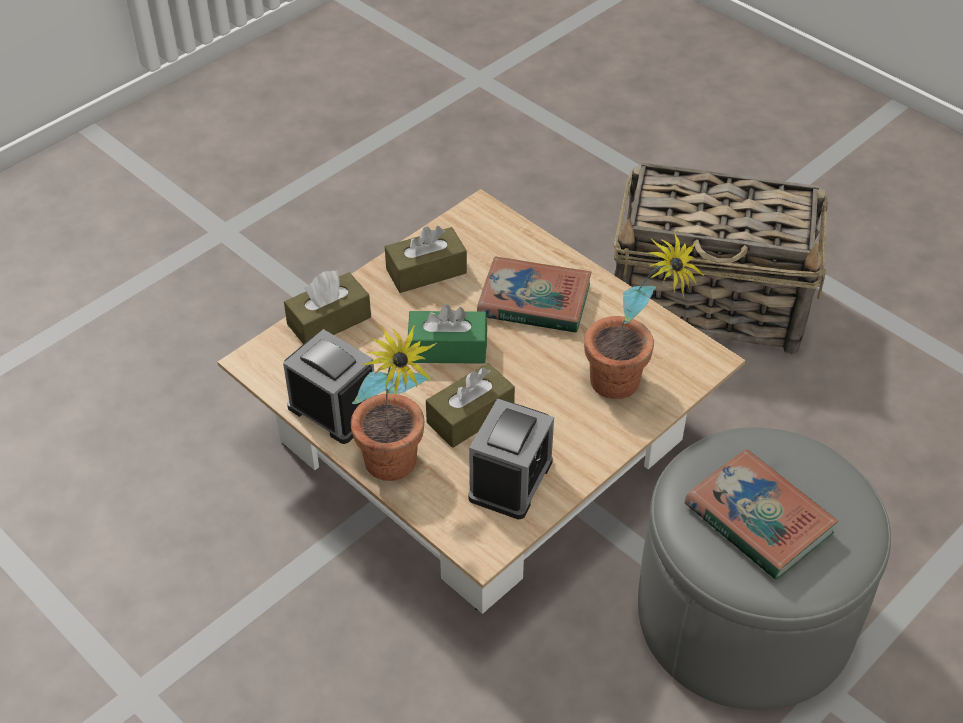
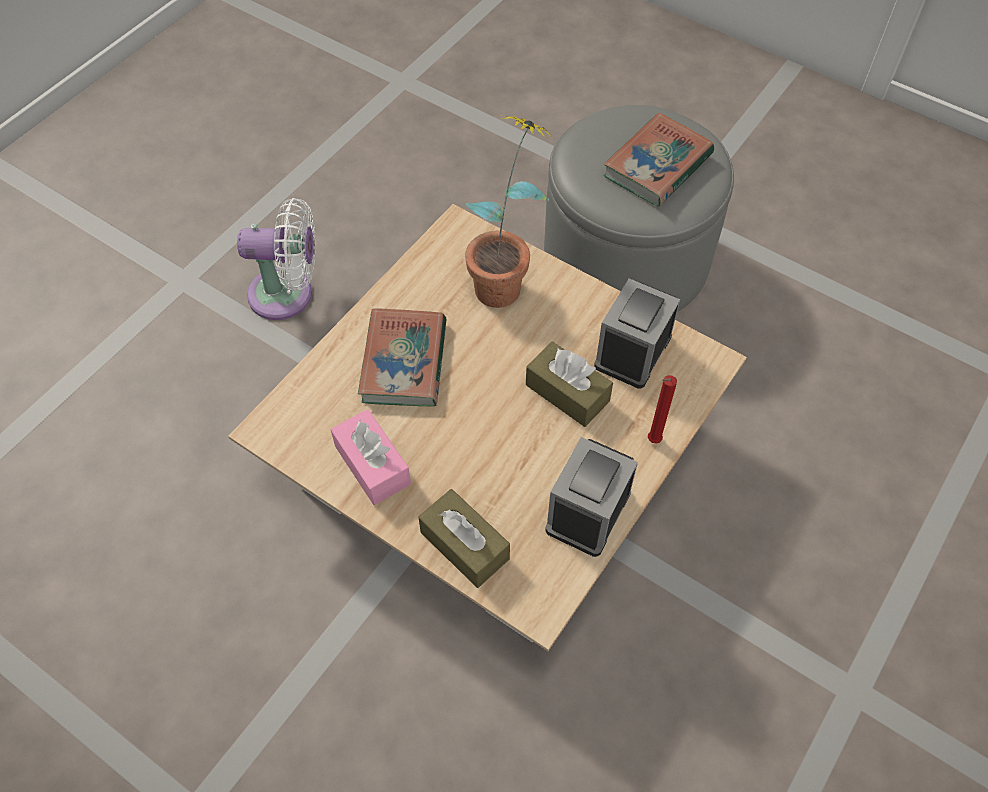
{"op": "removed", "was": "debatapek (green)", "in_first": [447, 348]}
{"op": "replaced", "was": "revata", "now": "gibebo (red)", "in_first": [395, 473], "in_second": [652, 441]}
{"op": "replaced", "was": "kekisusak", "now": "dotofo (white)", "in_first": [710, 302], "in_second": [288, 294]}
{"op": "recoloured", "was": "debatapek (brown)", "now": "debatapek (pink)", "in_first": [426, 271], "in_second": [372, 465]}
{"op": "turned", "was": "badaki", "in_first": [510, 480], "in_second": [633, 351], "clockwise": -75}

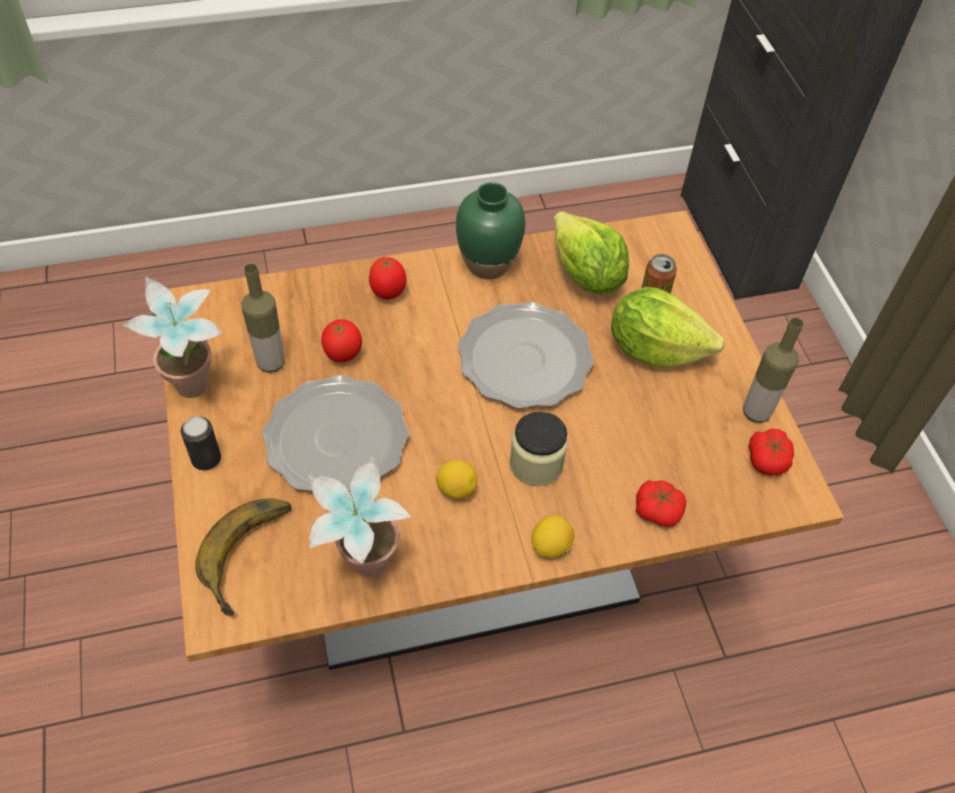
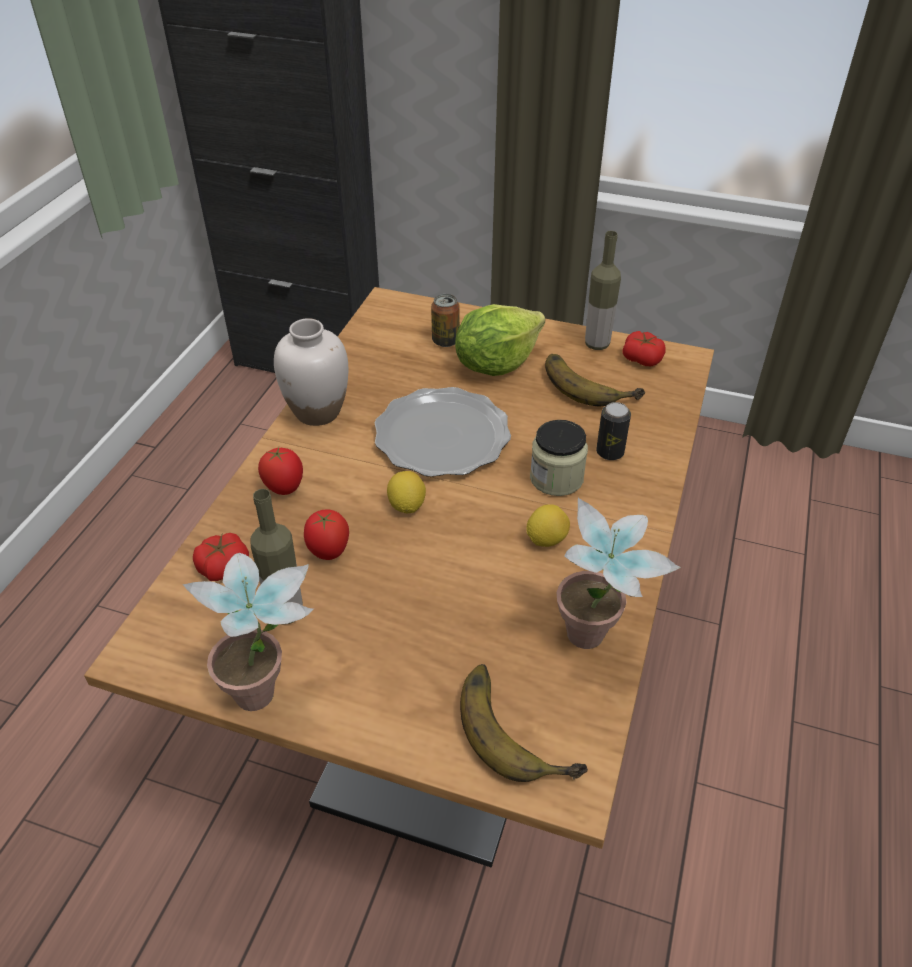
{"op": "removed", "was": "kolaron", "in_first": [337, 439]}
{"op": "removed", "was": "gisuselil", "in_first": [585, 276]}
{"op": "added", "now": "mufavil", "in_second": [589, 383]}
{"op": "moved", "was": "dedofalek", "in_first": [206, 459], "in_second": [610, 452]}
{"op": "moved", "was": "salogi", "in_first": [550, 546], "in_second": [407, 506]}
{"op": "moved", "was": "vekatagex", "in_first": [657, 510], "in_second": [223, 566]}
{"op": "recoloured", "was": "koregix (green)", "now": "koregix (white)", "in_first": [487, 264], "in_second": [317, 412]}

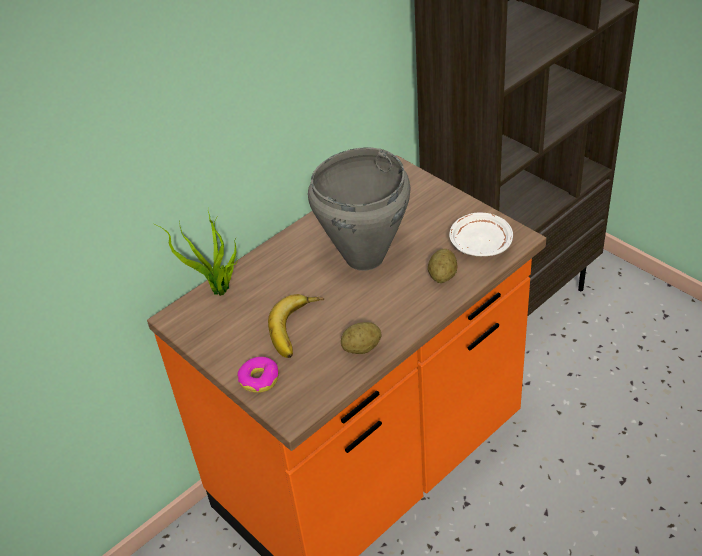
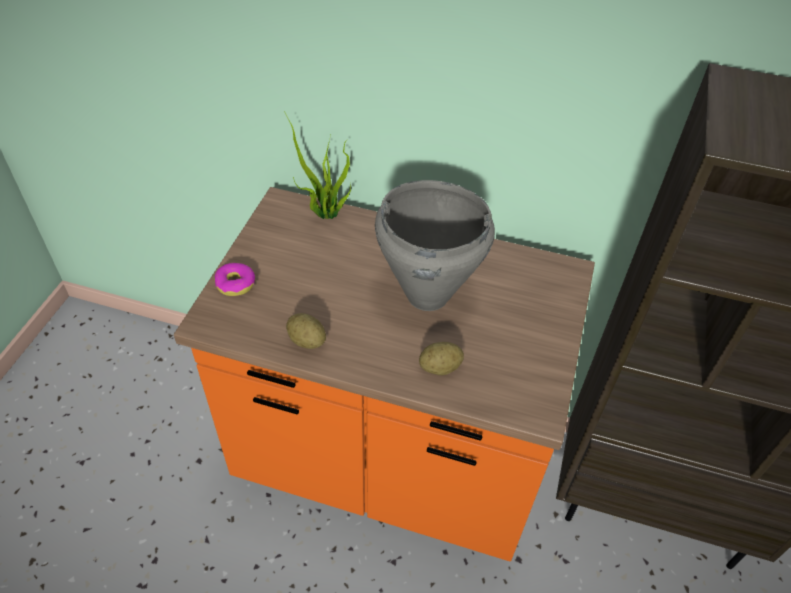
{"op": "removed", "was": "mufavil", "in_first": [298, 329]}
{"op": "removed", "was": "kolaron (white)", "in_first": [480, 243]}

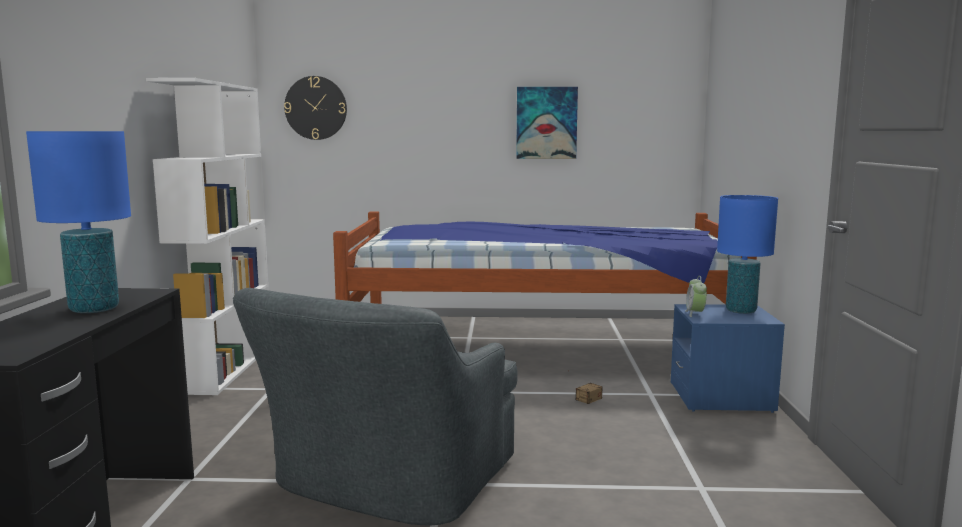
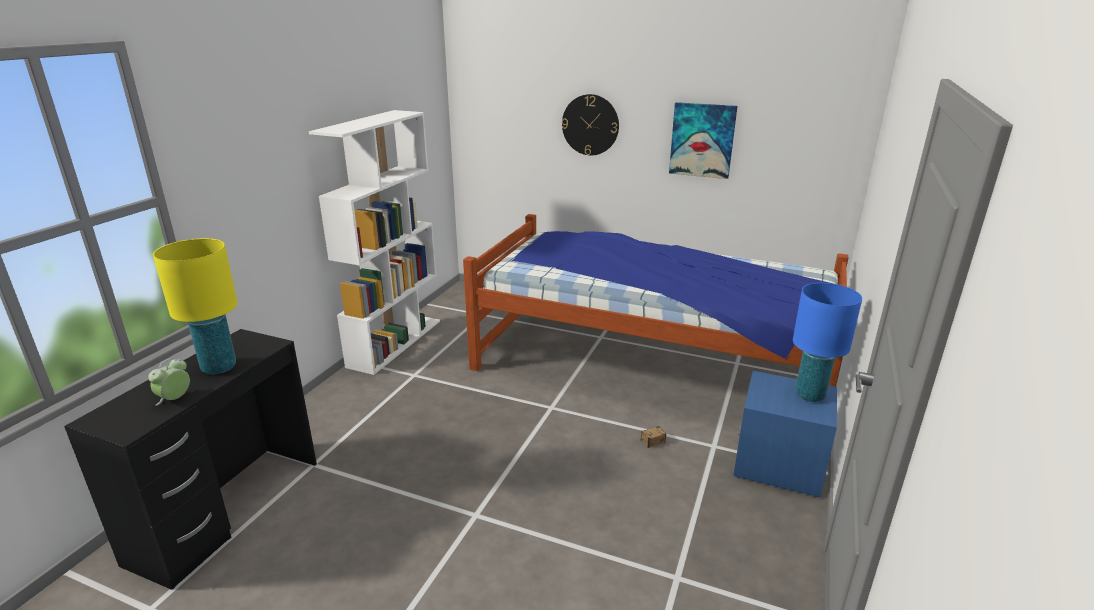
{"op": "removed", "was": "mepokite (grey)", "in_first": [386, 484]}
{"op": "moved", "was": "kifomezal", "in_first": [316, 108], "in_second": [590, 125]}
{"op": "moved", "was": "badaki", "in_first": [695, 314], "in_second": [175, 399]}
{"op": "recoloured", "was": "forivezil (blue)", "now": "forivezil (yellow)", "in_first": [94, 309], "in_second": [219, 367]}

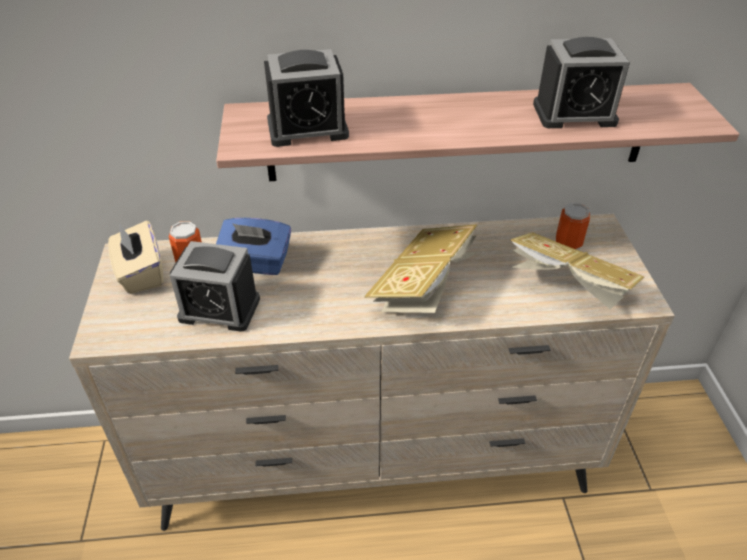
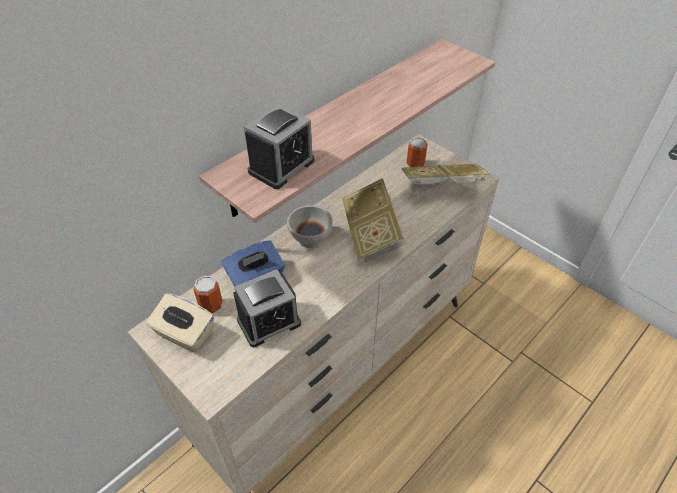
{"op": "removed", "was": "badaki", "in_first": [574, 114]}
{"op": "added", "now": "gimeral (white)", "in_second": [310, 239]}

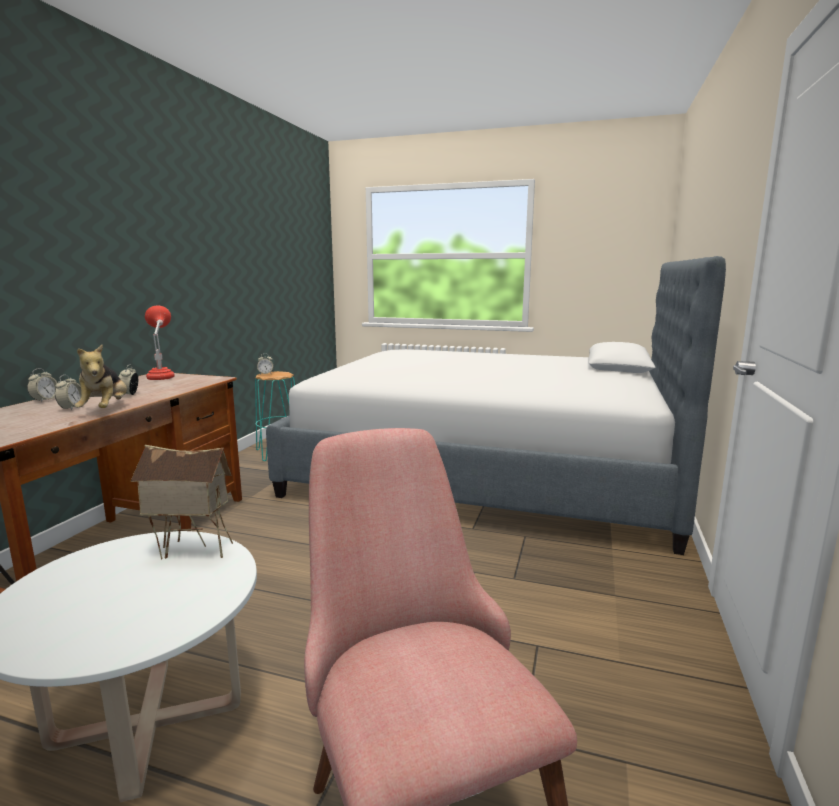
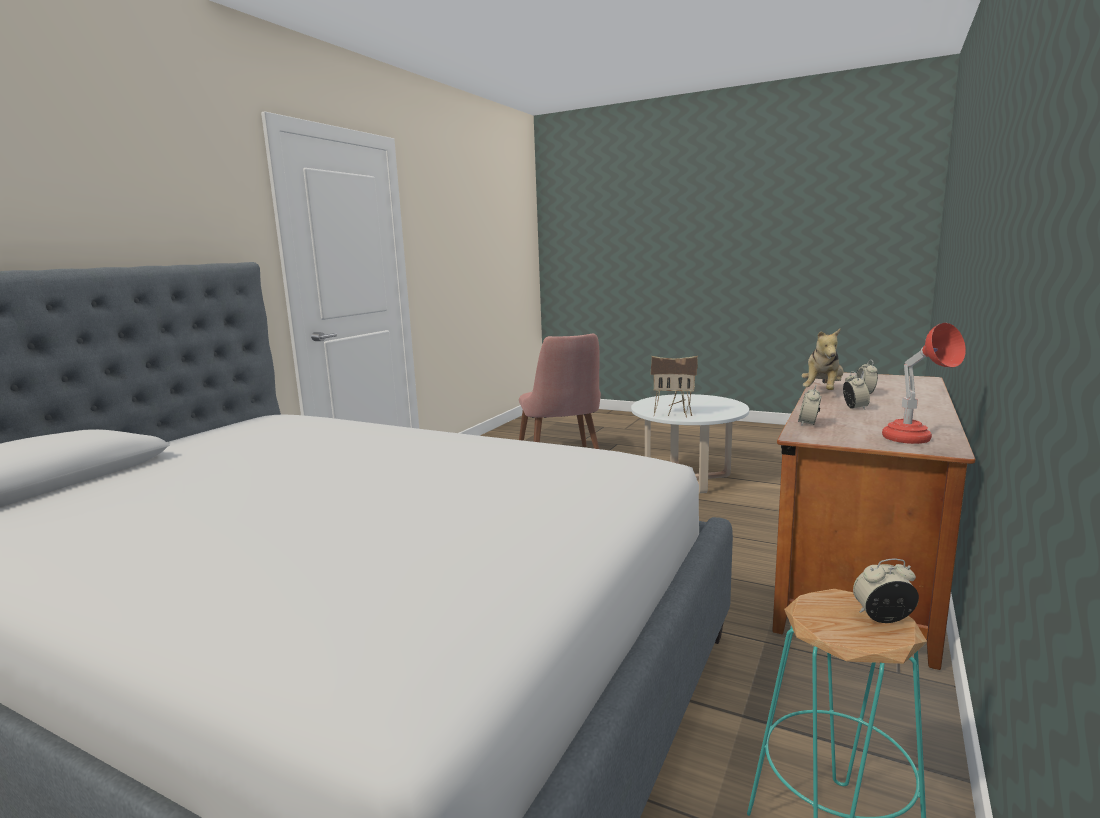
{"op": "moved", "was": "badaki", "in_first": [45, 400], "in_second": [808, 424]}
{"op": "turned", "was": "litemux", "in_first": [105, 409], "in_second": [822, 392], "clockwise": -150}

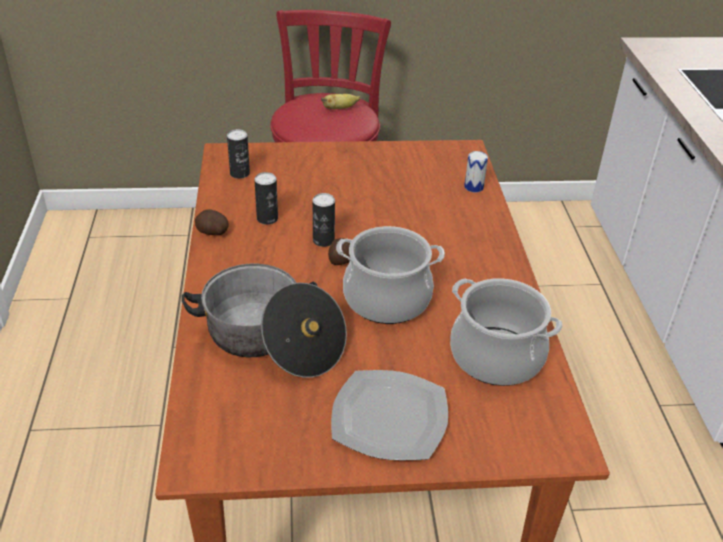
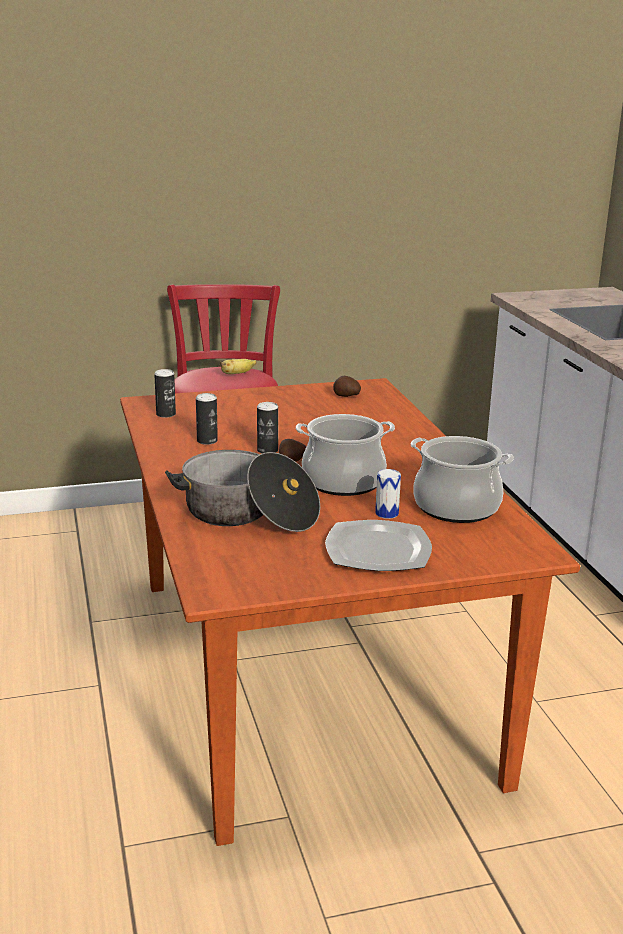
{"op": "moved", "was": "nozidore", "in_first": [212, 233], "in_second": [346, 396]}
{"op": "moved", "was": "dedofalek", "in_first": [473, 187], "in_second": [386, 513]}

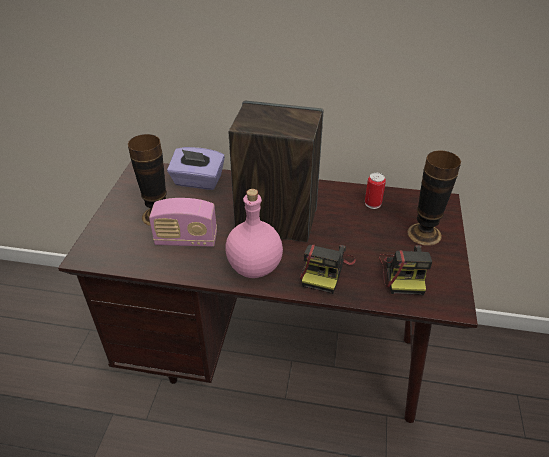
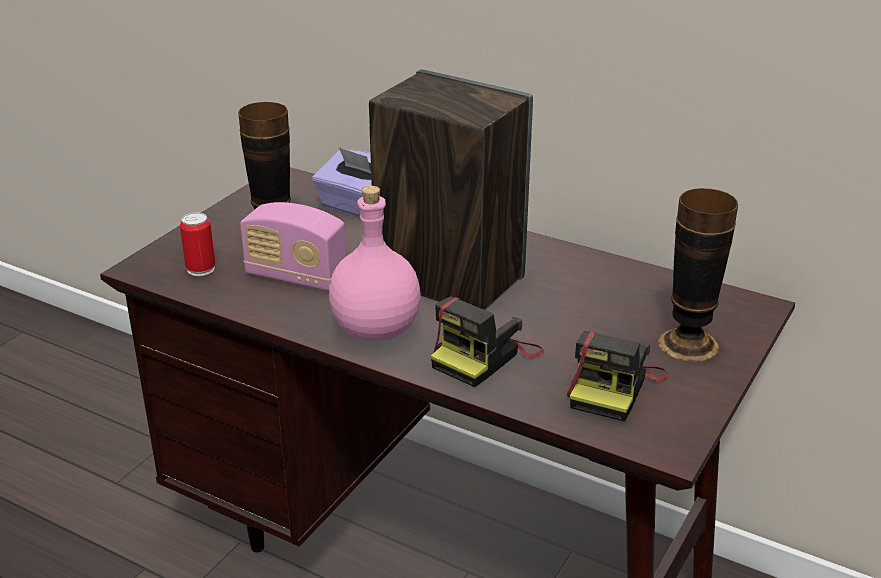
{"op": "moved", "was": "dedofalek", "in_first": [372, 203], "in_second": [201, 269]}

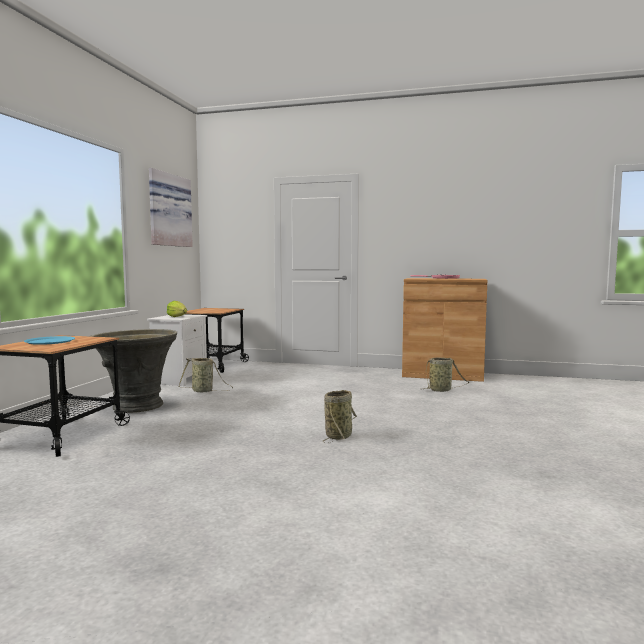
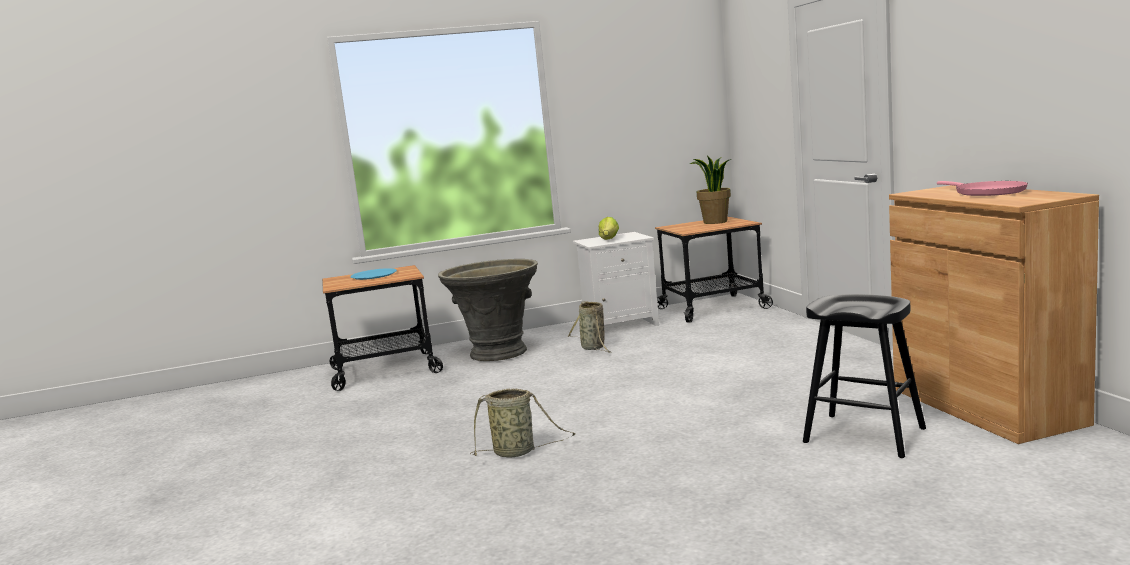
{"op": "removed", "was": "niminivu", "in_first": [168, 210]}
{"op": "added", "now": "revata", "in_second": [715, 222]}
{"op": "replaced", "was": "kekisusak", "now": "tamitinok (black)", "in_first": [441, 390], "in_second": [864, 435]}

